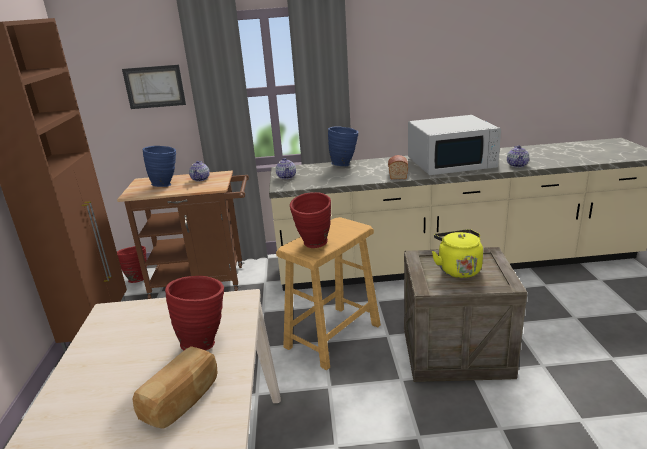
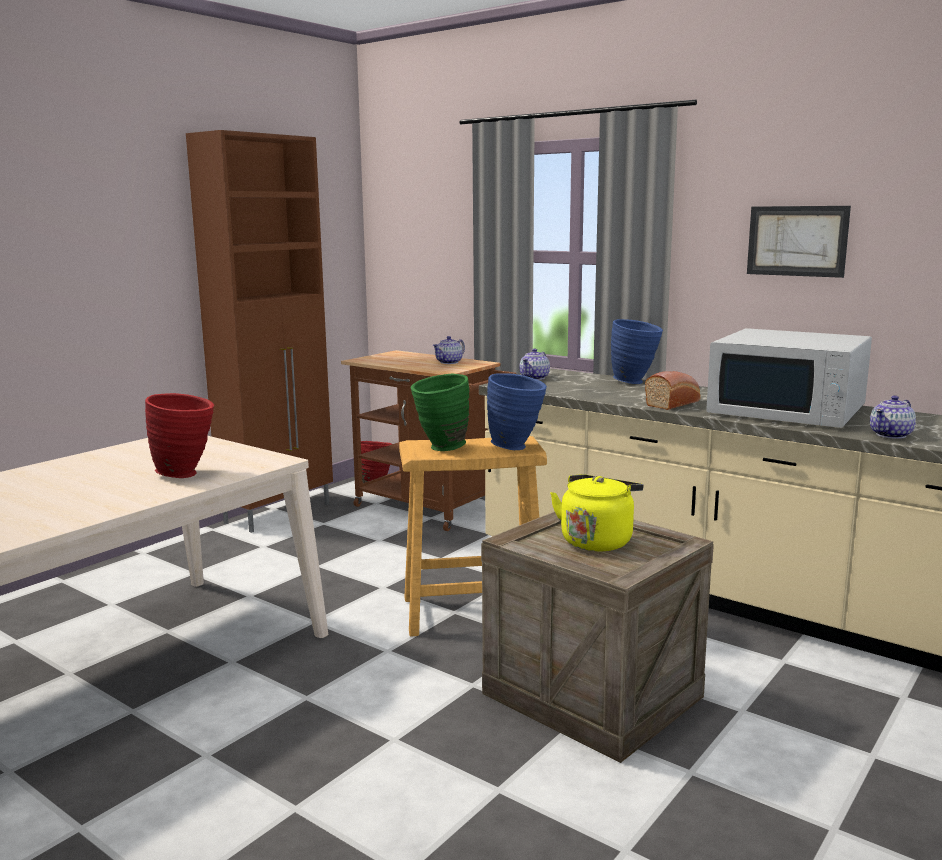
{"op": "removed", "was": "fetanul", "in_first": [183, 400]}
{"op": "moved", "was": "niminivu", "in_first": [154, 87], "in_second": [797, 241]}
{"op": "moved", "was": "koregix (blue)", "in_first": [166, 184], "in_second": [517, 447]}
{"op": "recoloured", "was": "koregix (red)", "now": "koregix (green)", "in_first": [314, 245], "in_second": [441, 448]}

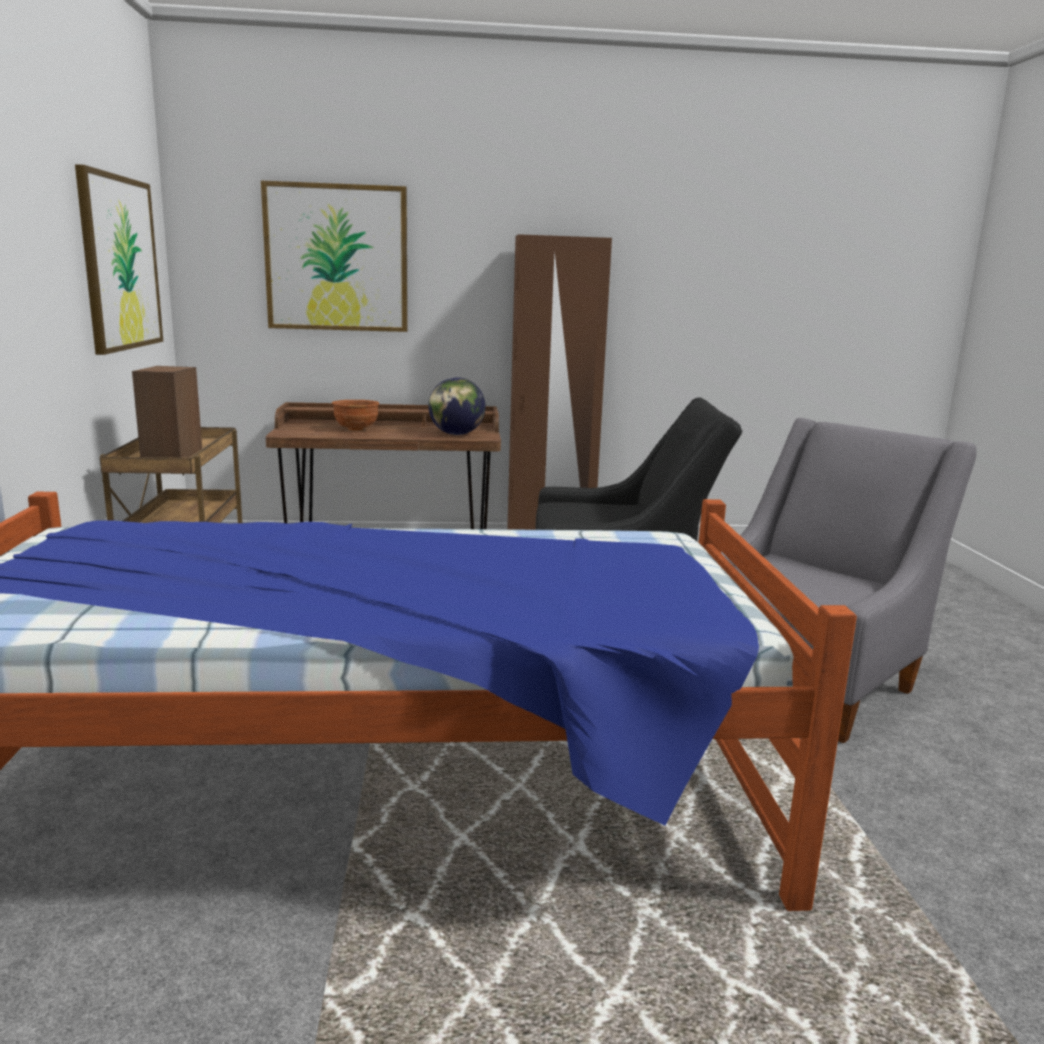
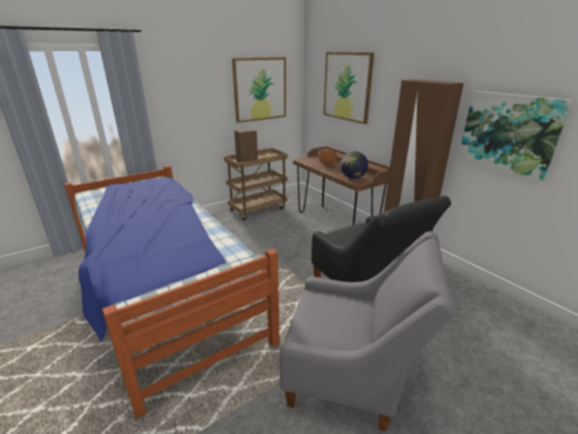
{"op": "added", "now": "niminivu", "in_second": [508, 133]}

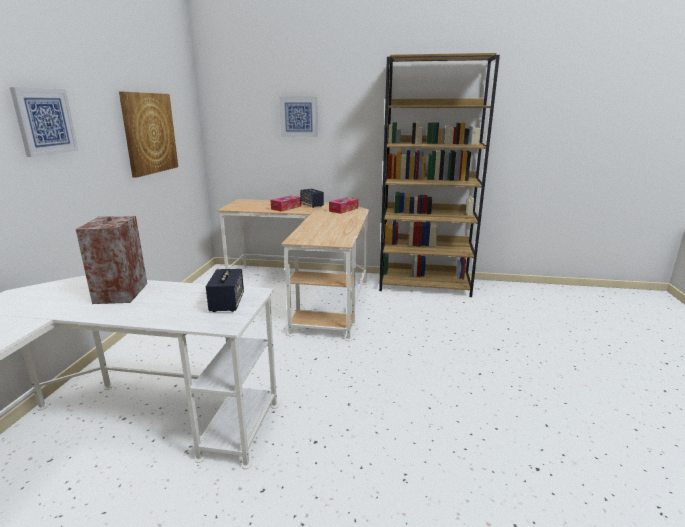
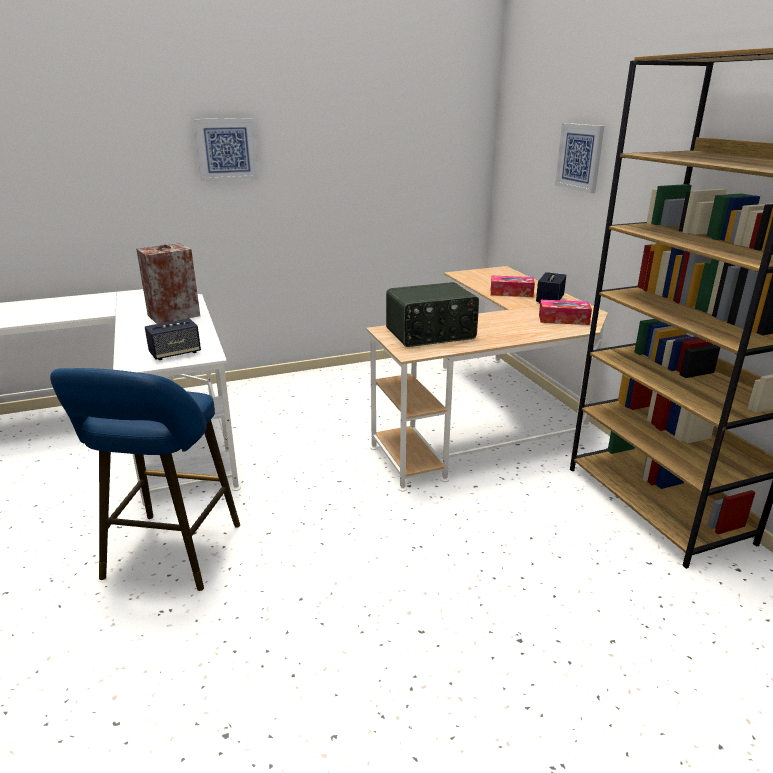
{"op": "removed", "was": "niminivu", "in_first": [149, 133]}
{"op": "added", "now": "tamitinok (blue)", "in_second": [170, 556]}
{"op": "added", "now": "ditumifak", "in_second": [431, 334]}

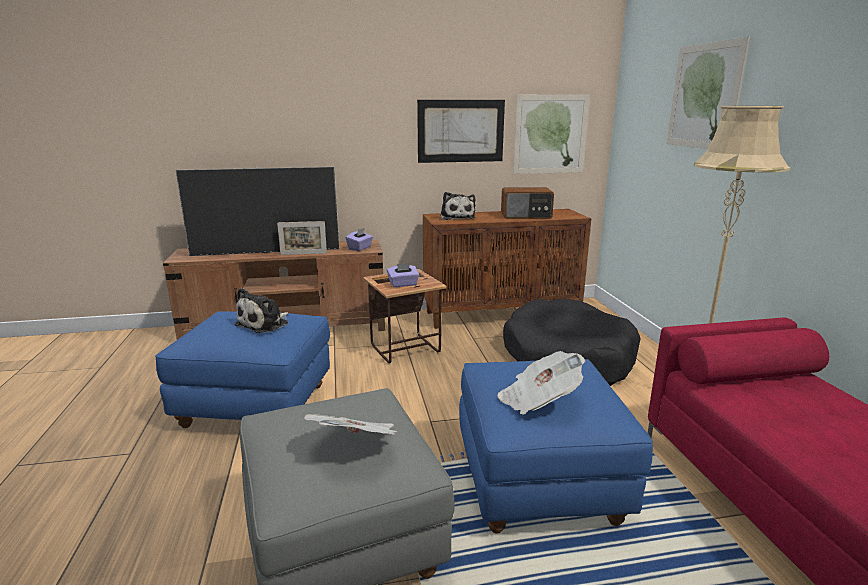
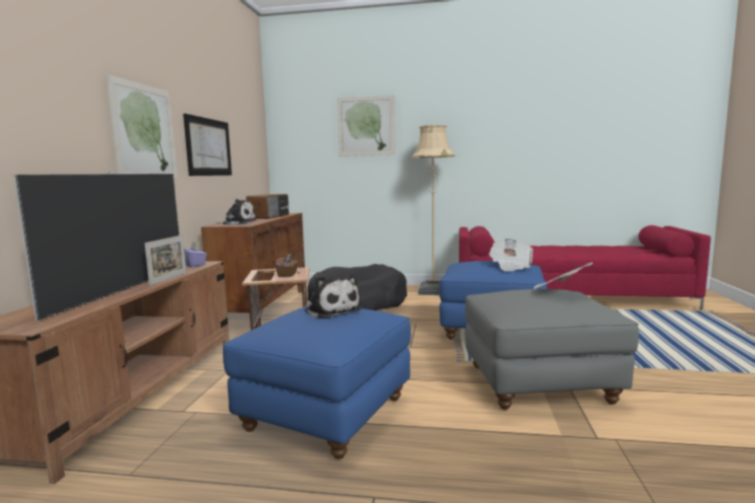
{"op": "moved", "was": "niminivu", "in_first": [550, 134], "in_second": [144, 132]}
{"op": "recoloured", "was": "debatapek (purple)", "now": "debatapek (brown)", "in_first": [403, 284], "in_second": [287, 274]}

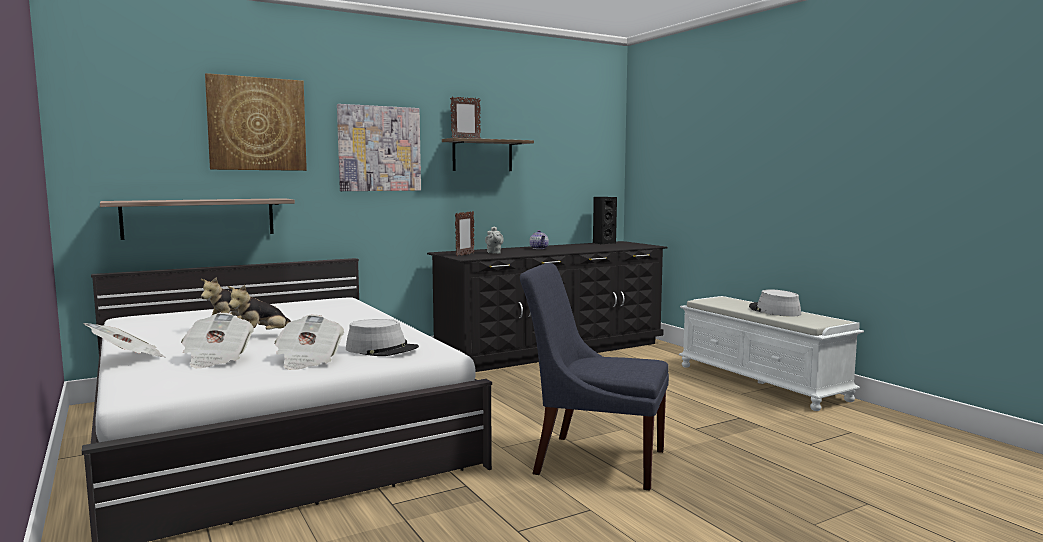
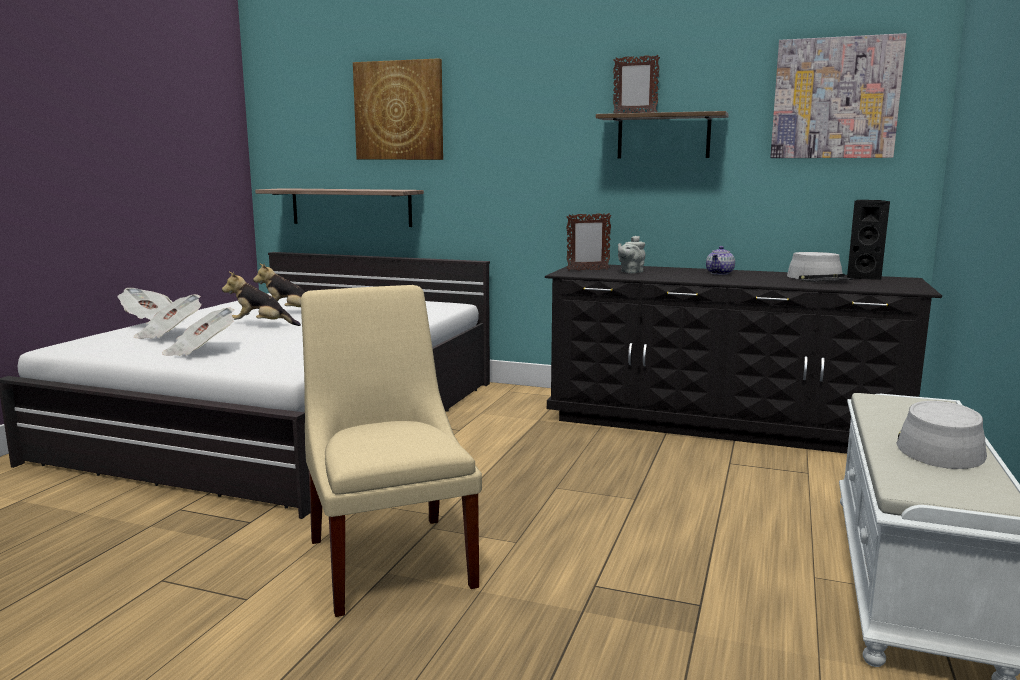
{"op": "moved", "was": "niminivu", "in_first": [379, 148], "in_second": [835, 98]}
{"op": "moved", "was": "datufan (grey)", "in_first": [382, 349], "in_second": [819, 279]}
{"op": "recoloured", "was": "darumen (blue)", "now": "darumen (beige)", "in_first": [593, 460], "in_second": [390, 557]}

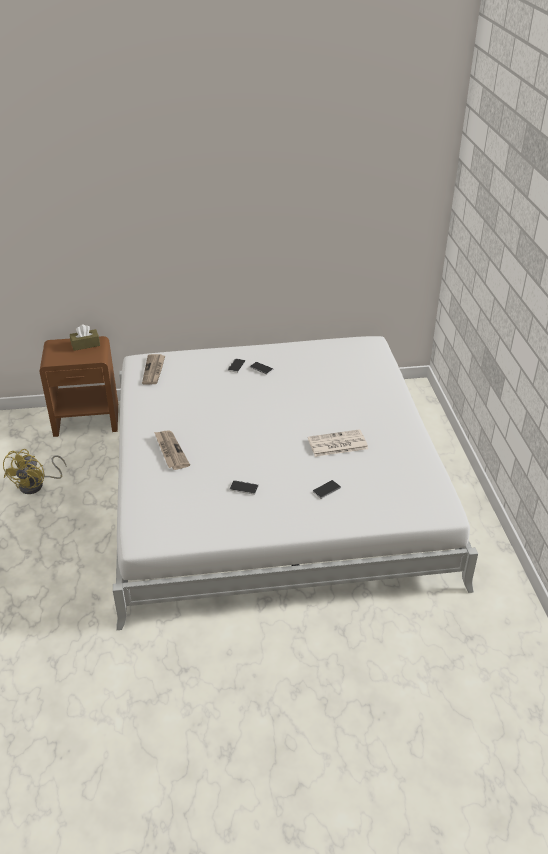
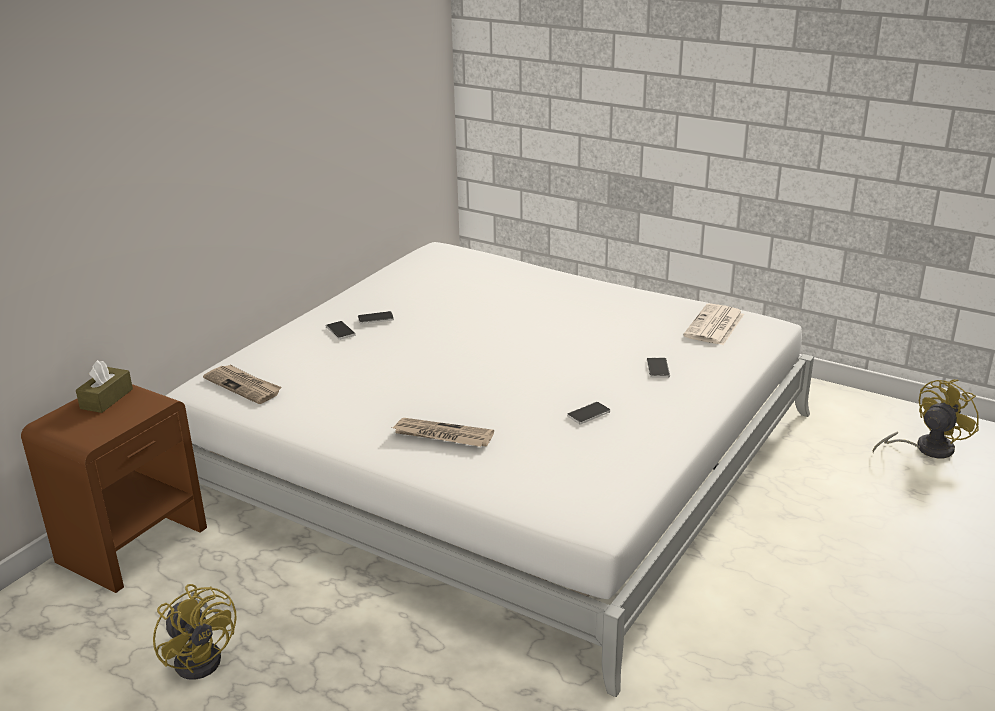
{"op": "added", "now": "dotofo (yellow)", "in_second": [925, 448]}
{"op": "moved", "was": "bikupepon", "in_first": [337, 444], "in_second": [714, 326]}

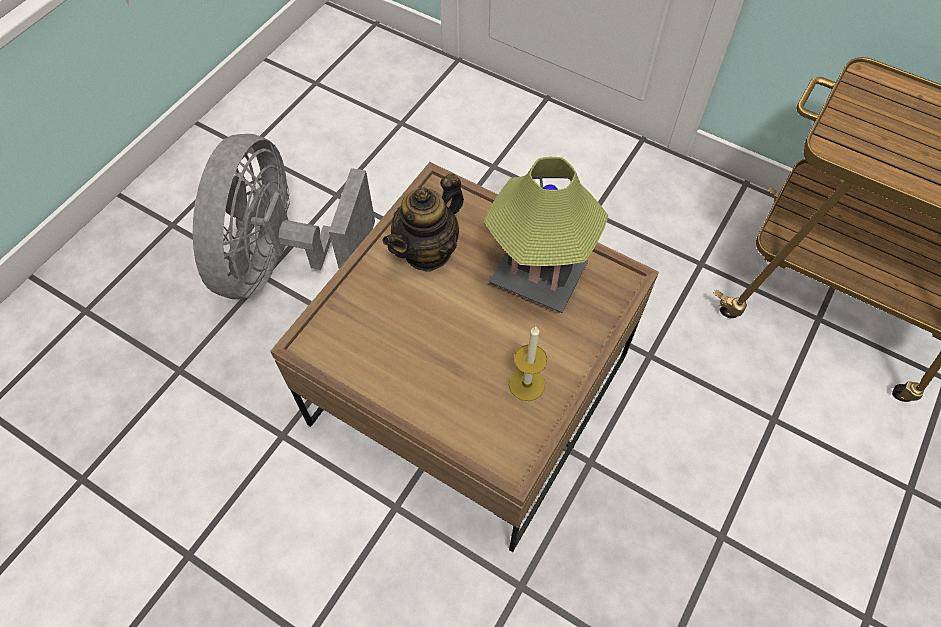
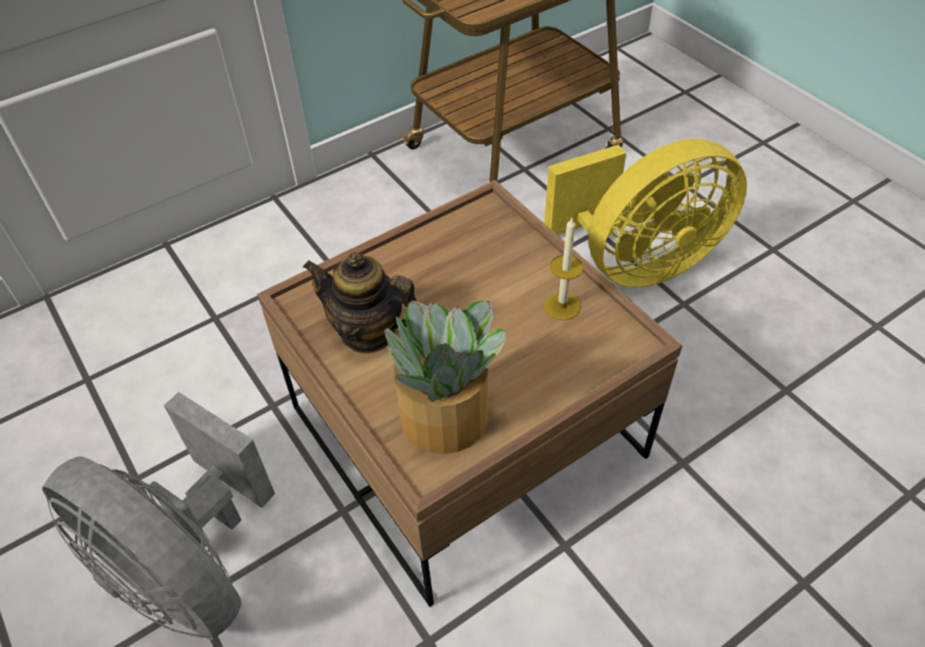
{"op": "removed", "was": "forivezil", "in_first": [537, 277]}
{"op": "added", "now": "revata", "in_second": [446, 420]}
{"op": "added", "now": "dotofo (yellow)", "in_second": [637, 263]}
{"op": "turned", "was": "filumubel", "in_first": [428, 251], "in_second": [368, 332], "clockwise": 135}

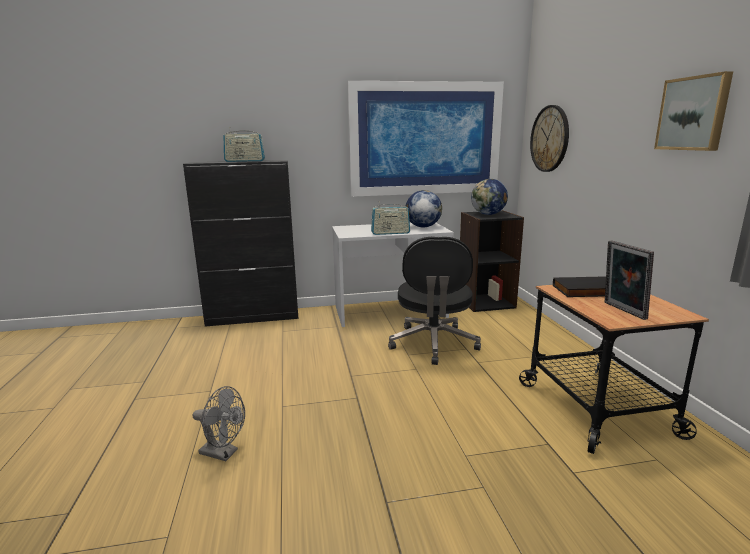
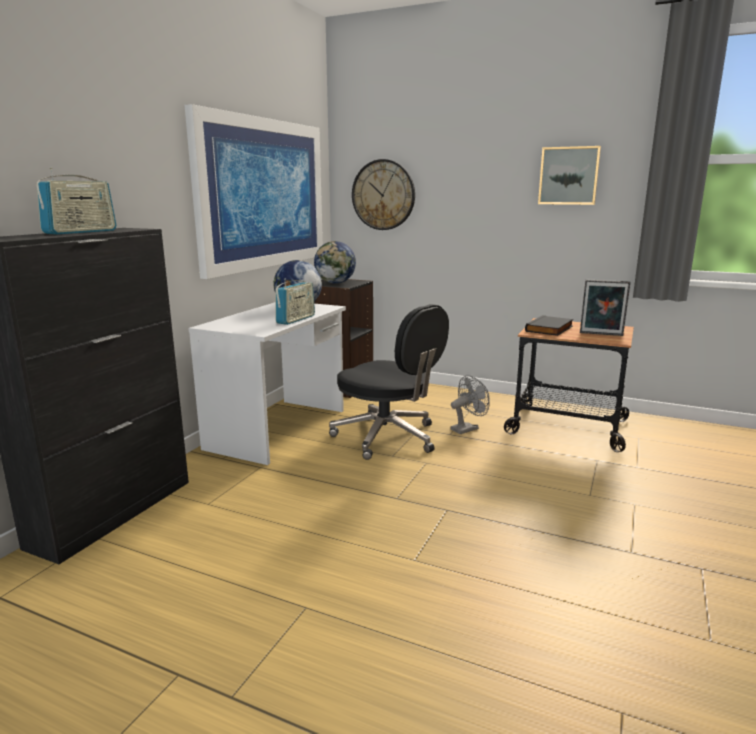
{"op": "moved", "was": "dotofo (grey)", "in_first": [223, 453], "in_second": [467, 428]}

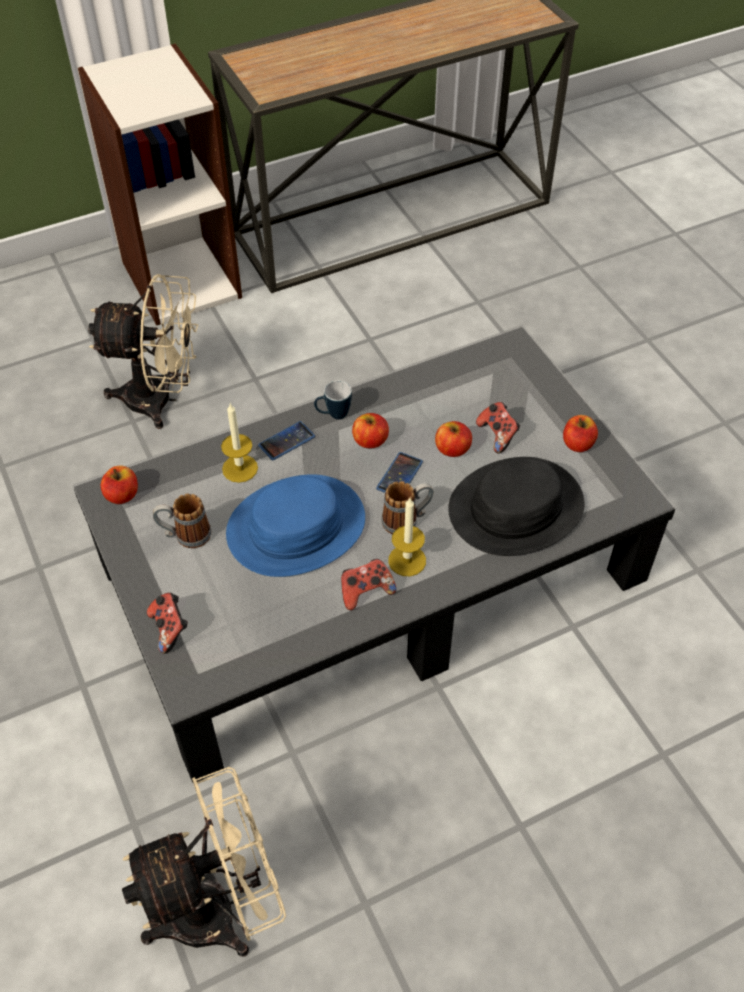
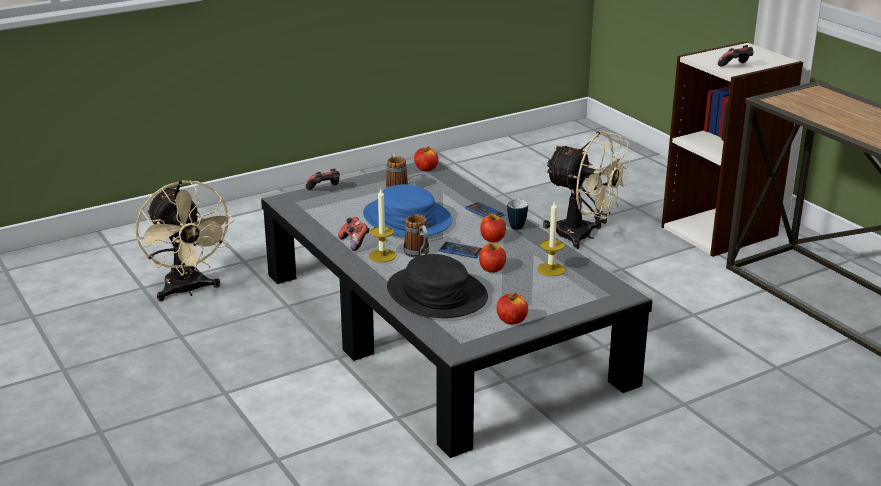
{"op": "moved", "was": "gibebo", "in_first": [240, 468], "in_second": [551, 269]}
{"op": "moved", "was": "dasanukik", "in_first": [497, 435], "in_second": [736, 66]}
{"op": "turned", "was": "dotofo (beige)", "in_first": [161, 400], "in_second": [583, 236], "clockwise": -60}

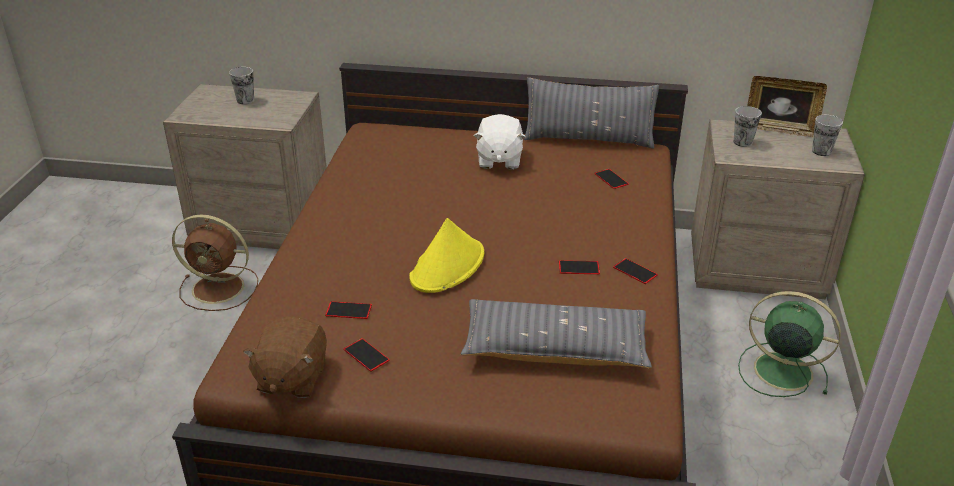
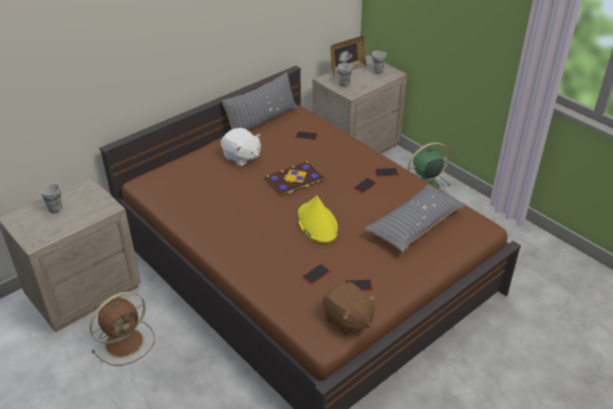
{"op": "added", "now": "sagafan", "in_second": [295, 180]}

